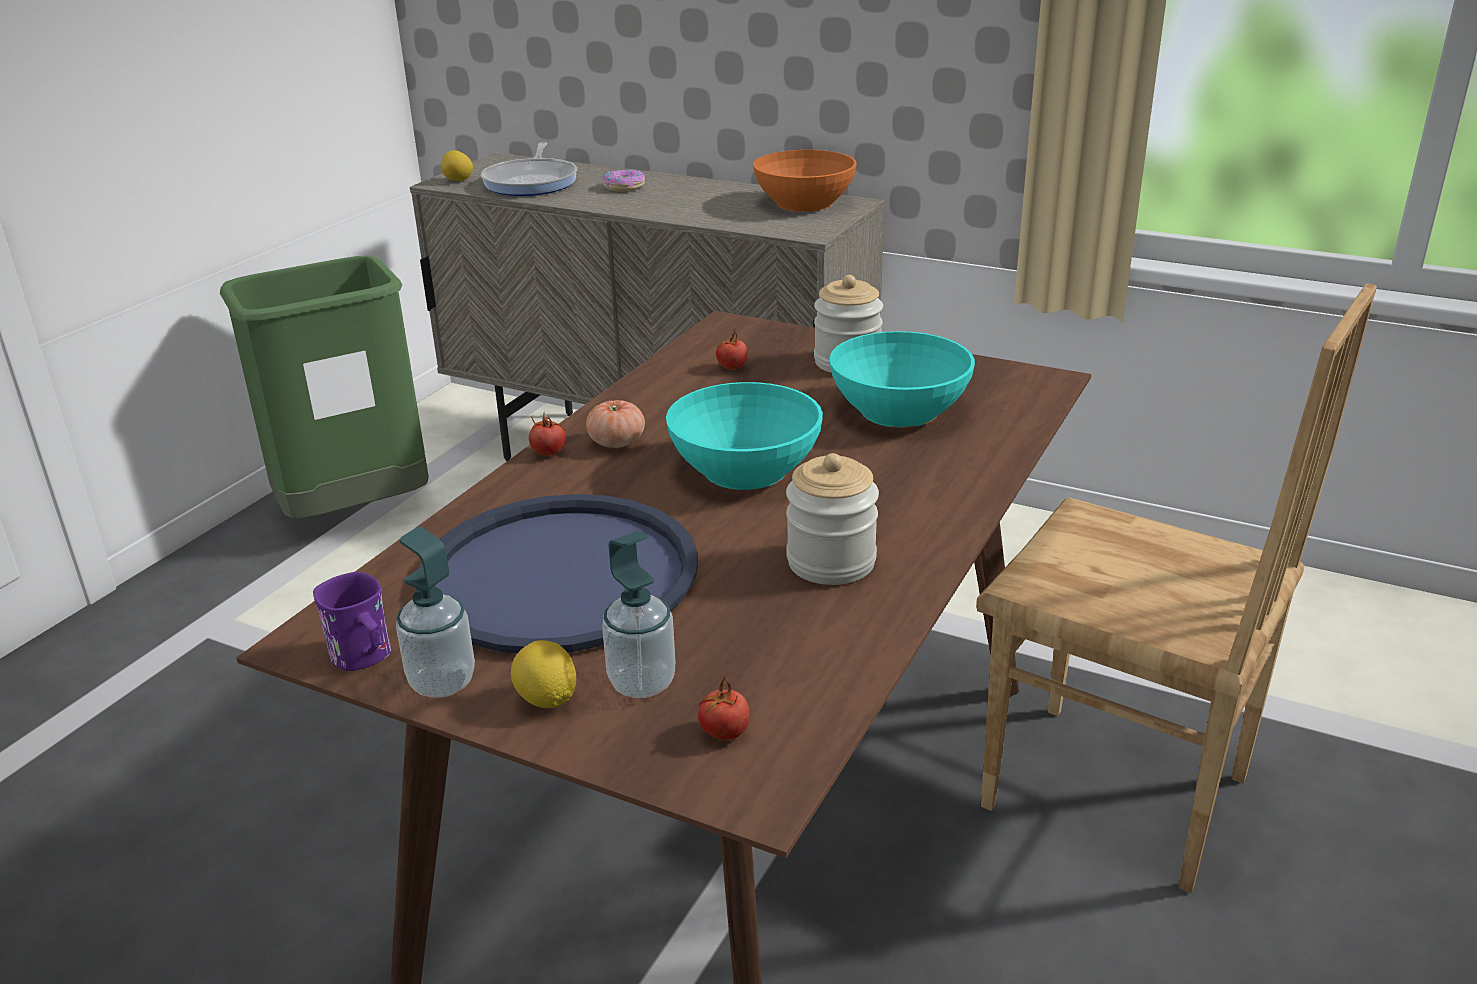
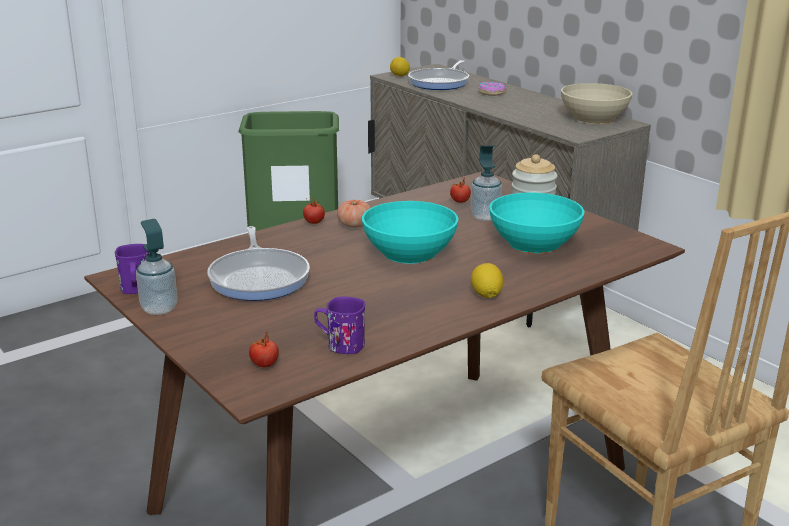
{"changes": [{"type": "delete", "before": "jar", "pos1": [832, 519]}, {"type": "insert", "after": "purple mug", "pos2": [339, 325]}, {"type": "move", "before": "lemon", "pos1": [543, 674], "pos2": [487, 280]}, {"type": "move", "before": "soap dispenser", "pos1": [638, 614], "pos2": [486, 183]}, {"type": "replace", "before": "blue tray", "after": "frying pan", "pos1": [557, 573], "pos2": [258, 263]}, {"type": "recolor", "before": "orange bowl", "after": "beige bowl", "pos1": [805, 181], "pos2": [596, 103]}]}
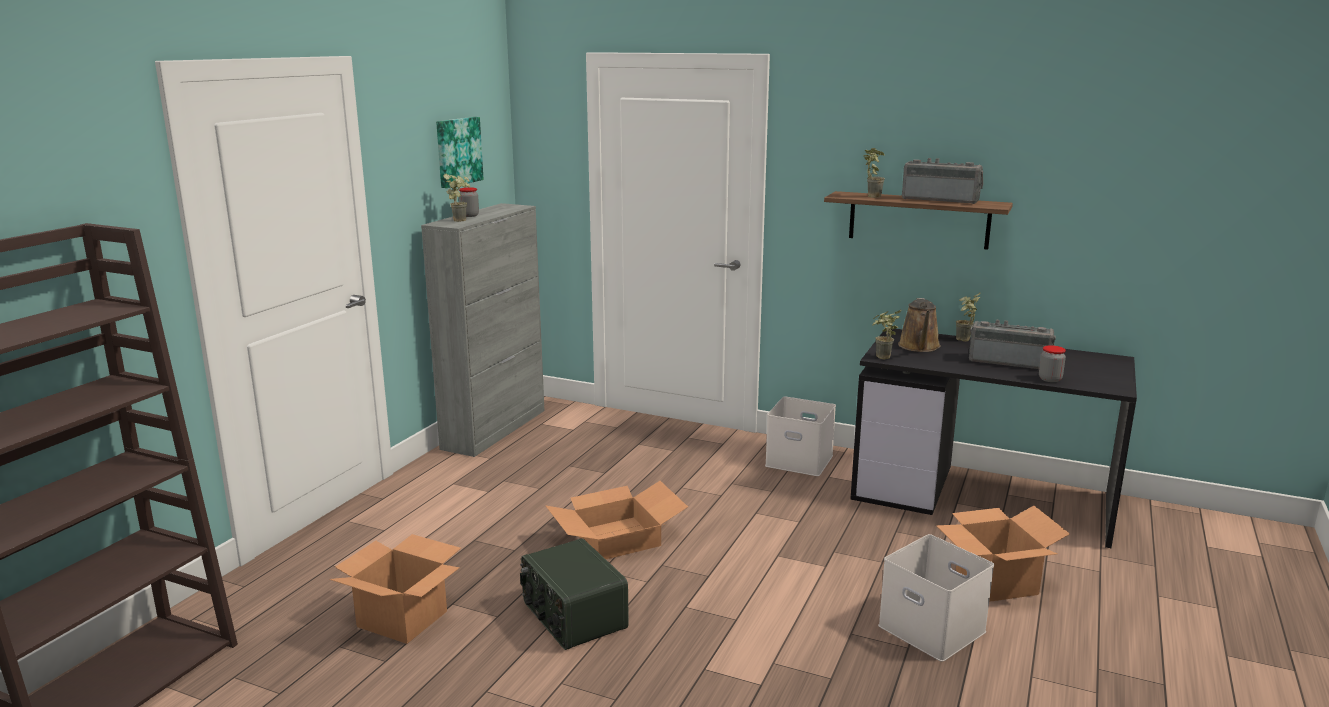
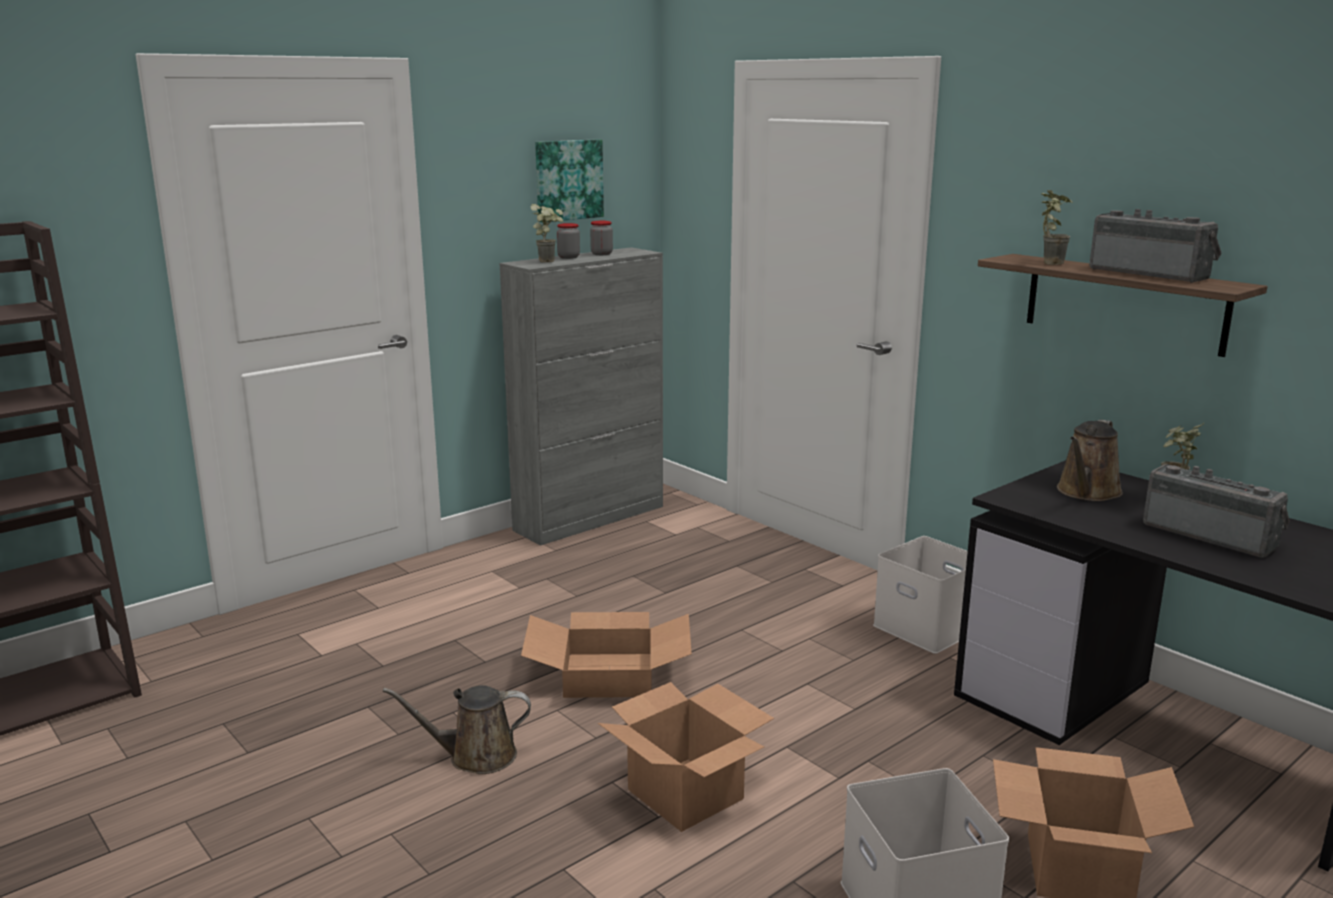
{"changes": [{"type": "delete", "before": "potted plant", "pos1": [887, 334]}, {"type": "move", "before": "cardboard box", "pos1": [395, 589], "pos2": [686, 757]}, {"type": "move", "before": "jar", "pos1": [1052, 363], "pos2": [601, 238]}, {"type": "replace", "before": "radio", "after": "brown watering can", "pos1": [574, 594], "pos2": [457, 729]}]}
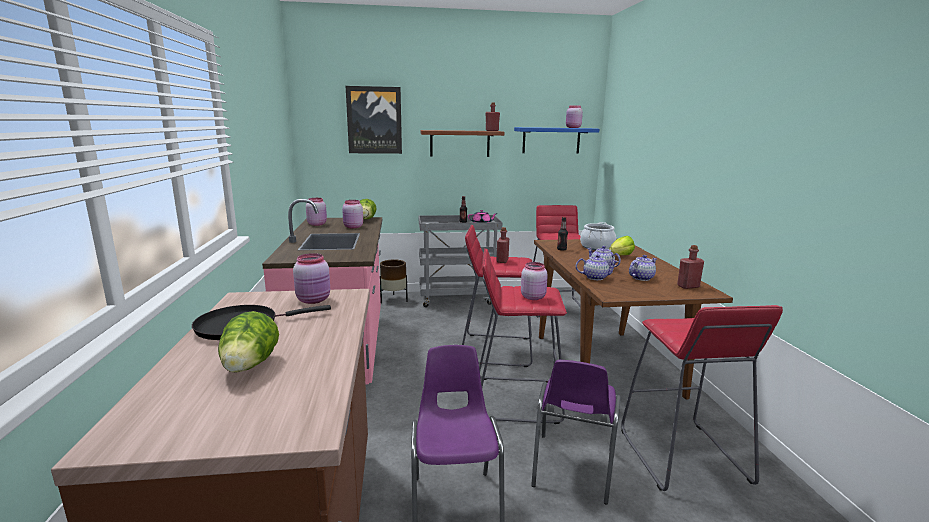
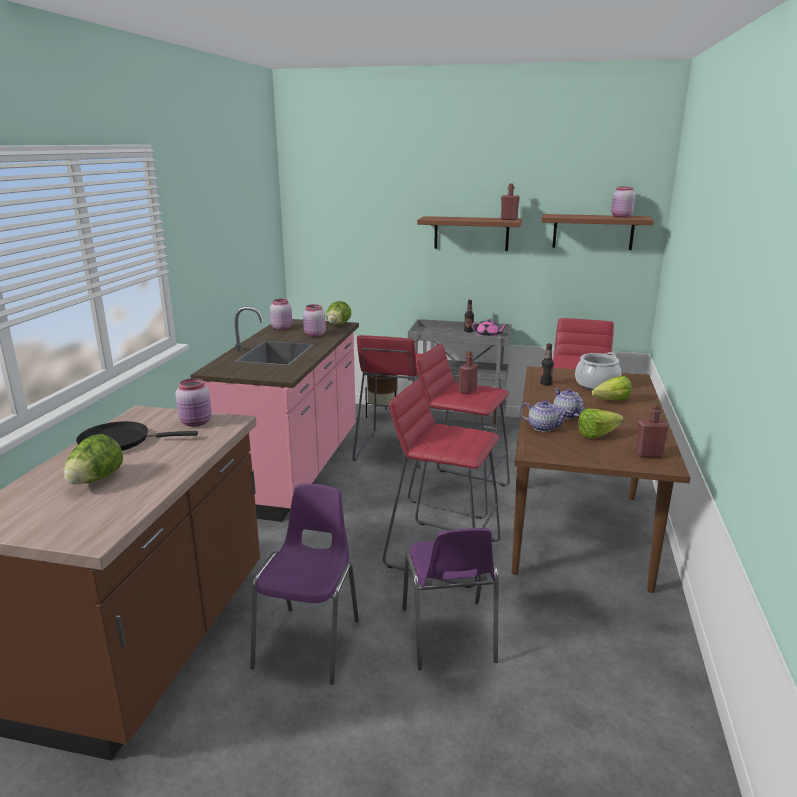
{"changes": [{"type": "delete", "before": "picture", "pos1": [374, 120]}, {"type": "delete", "before": "pink jar", "pos1": [534, 281]}, {"type": "move", "before": "red stool", "pos1": [702, 398], "pos2": [387, 401]}, {"type": "replace", "before": "teapot", "after": "lettuce", "pos1": [643, 268], "pos2": [601, 423]}, {"type": "recolor", "before": "blue shelf", "after": "brown shelf", "pos1": [556, 140], "pos2": [598, 232]}, {"type": "rotate", "before": "purple chair", "pos1": [576, 432], "pos2": [450, 599], "turn": -45}]}
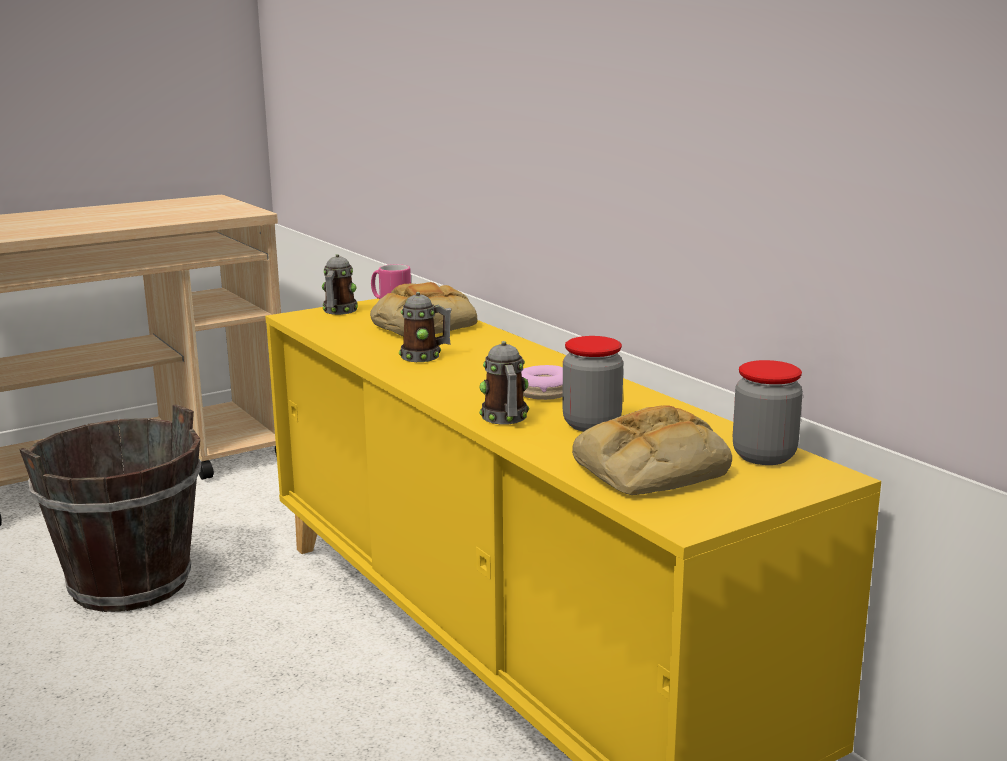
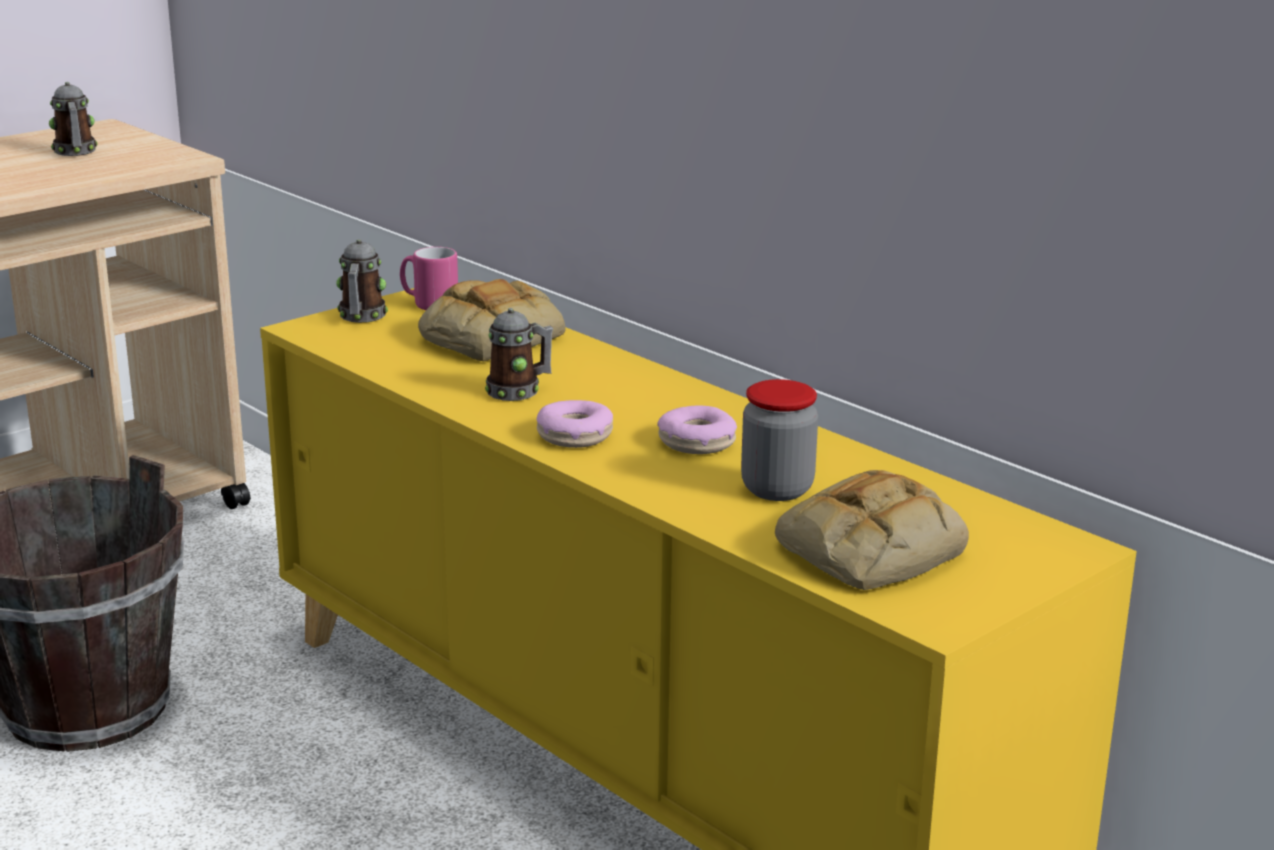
{"changes": [{"type": "delete", "before": "jar", "pos1": [768, 412]}, {"type": "insert", "after": "donut", "pos2": [575, 424]}, {"type": "move", "before": "mug", "pos1": [504, 383], "pos2": [73, 119]}]}
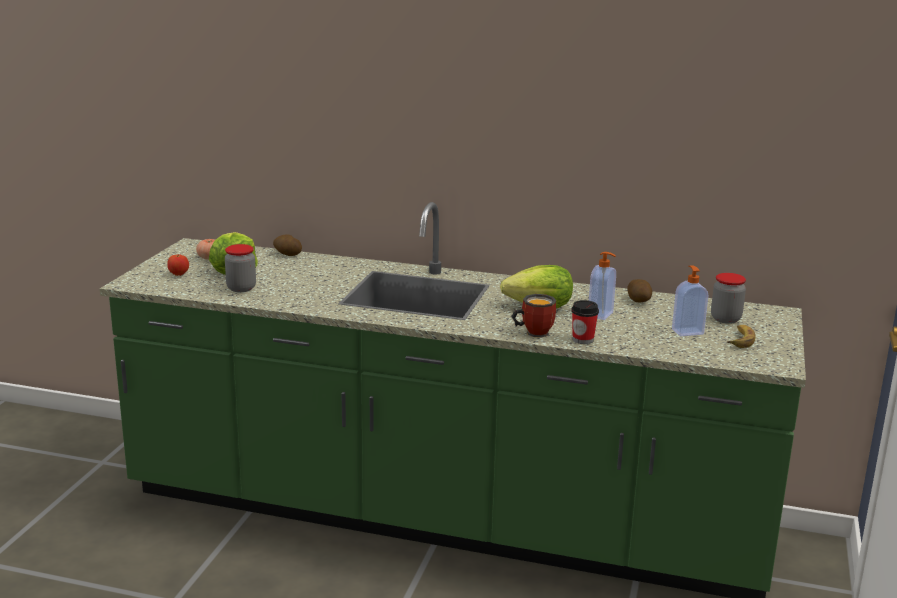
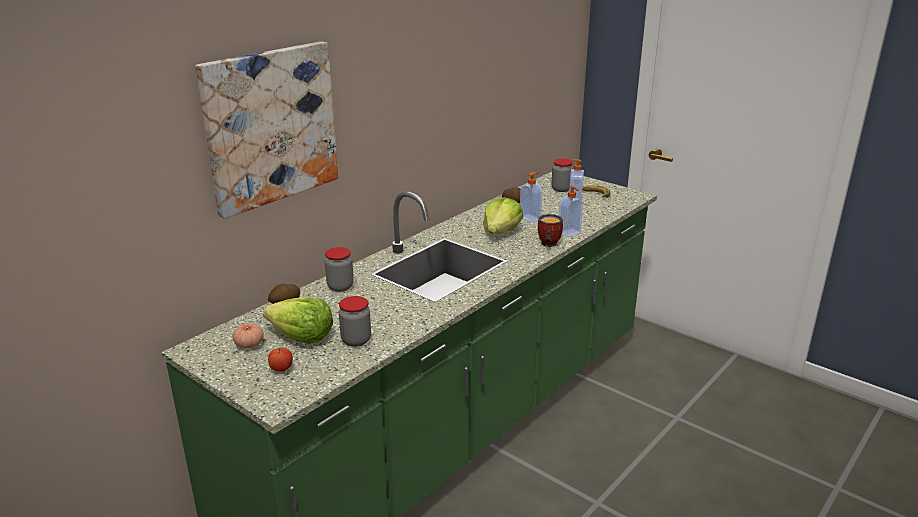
{"changes": [{"type": "insert", "after": "picture", "pos2": [267, 130]}, {"type": "insert", "after": "jar", "pos2": [339, 269]}, {"type": "replace", "before": "cup", "after": "soap dispenser", "pos1": [585, 322], "pos2": [571, 211]}]}
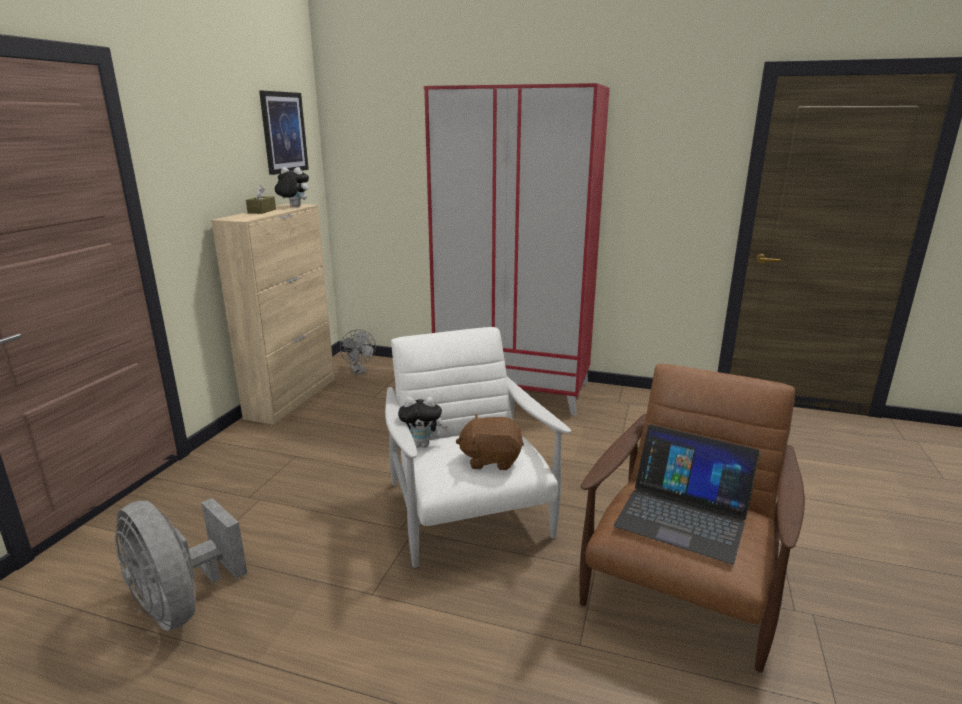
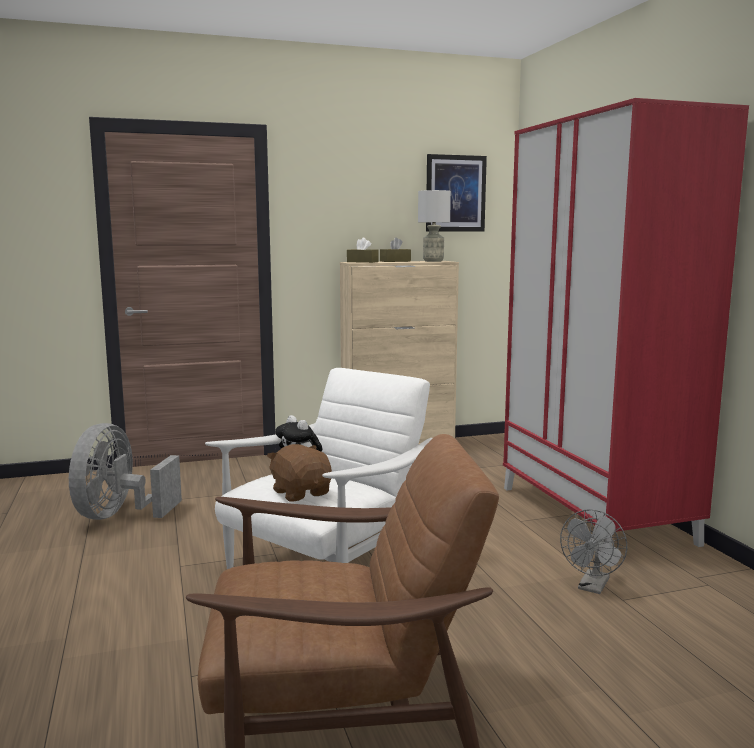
{"changes": [{"type": "delete", "before": "laptop", "pos1": [687, 494]}, {"type": "insert", "after": "brown tissue box", "pos2": [362, 250]}, {"type": "move", "before": "grey fan", "pos1": [358, 352], "pos2": [593, 551]}, {"type": "replace", "before": "plush toy", "after": "grey table lamp", "pos1": [292, 187], "pos2": [434, 226]}]}
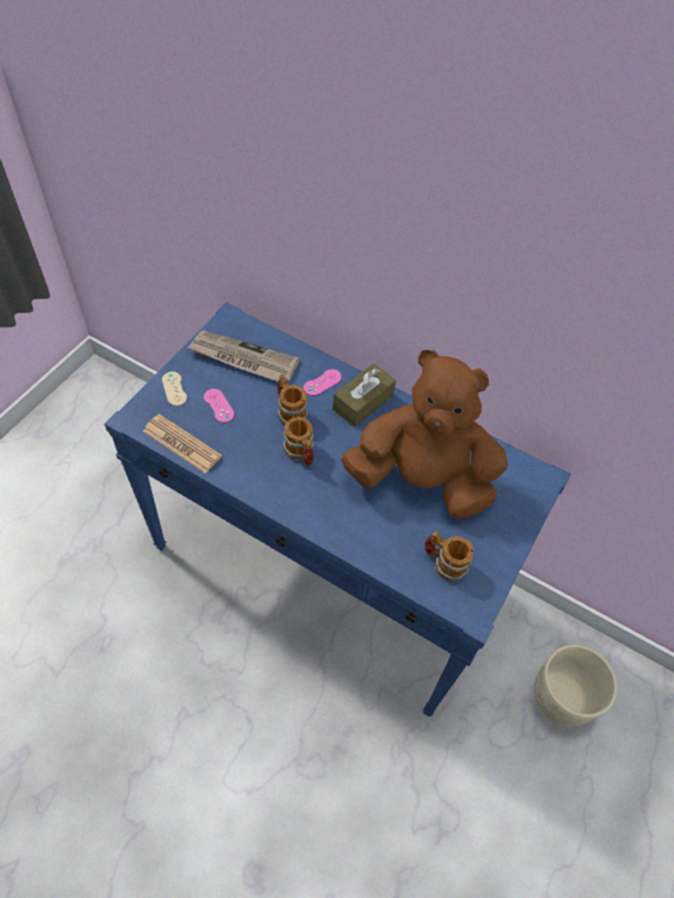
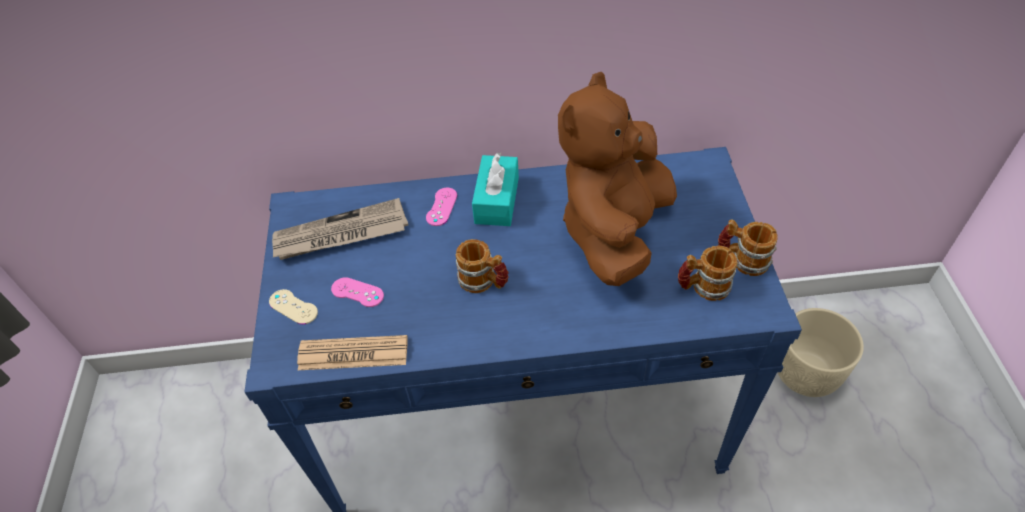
{"changes": [{"type": "move", "before": "mug", "pos1": [293, 400], "pos2": [748, 247]}, {"type": "recolor", "before": "brown tissue box", "after": "turquoise tissue box", "pos1": [364, 395], "pos2": [495, 189]}, {"type": "rotate", "before": "brown plush toy", "pos1": [424, 434], "pos2": [617, 179], "turn": -45}]}
